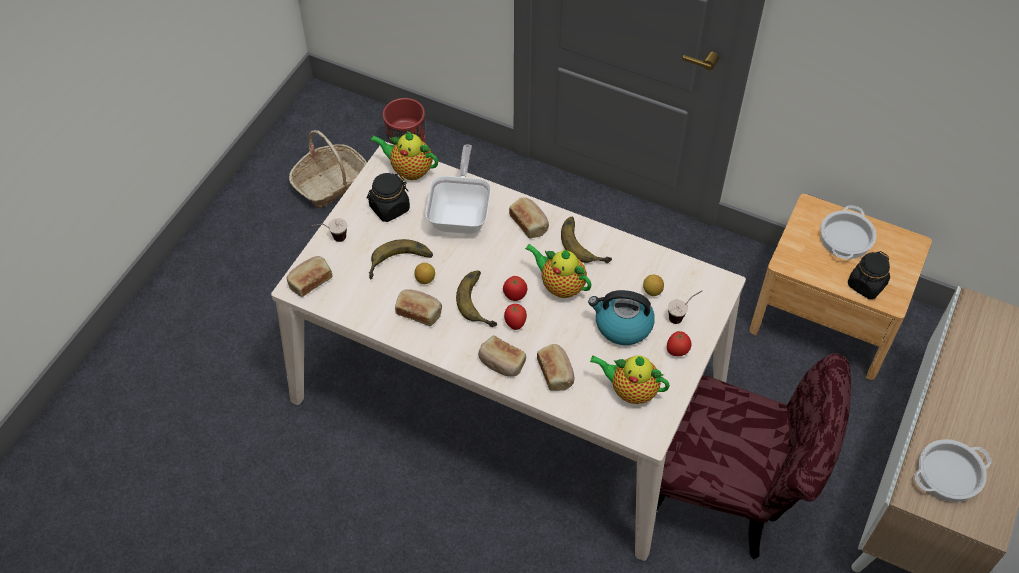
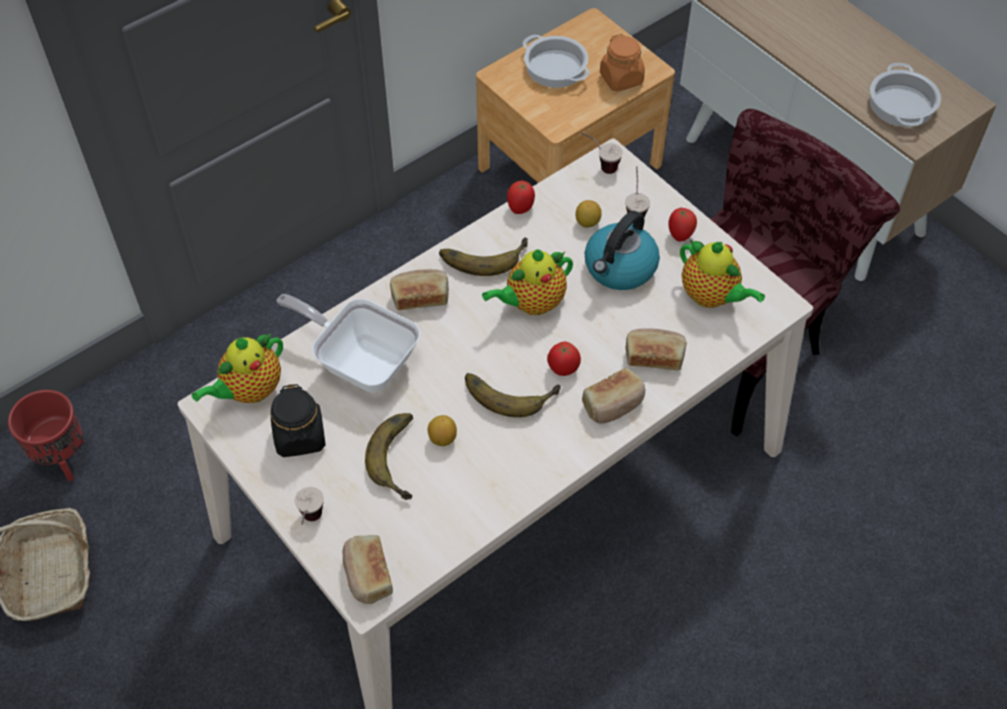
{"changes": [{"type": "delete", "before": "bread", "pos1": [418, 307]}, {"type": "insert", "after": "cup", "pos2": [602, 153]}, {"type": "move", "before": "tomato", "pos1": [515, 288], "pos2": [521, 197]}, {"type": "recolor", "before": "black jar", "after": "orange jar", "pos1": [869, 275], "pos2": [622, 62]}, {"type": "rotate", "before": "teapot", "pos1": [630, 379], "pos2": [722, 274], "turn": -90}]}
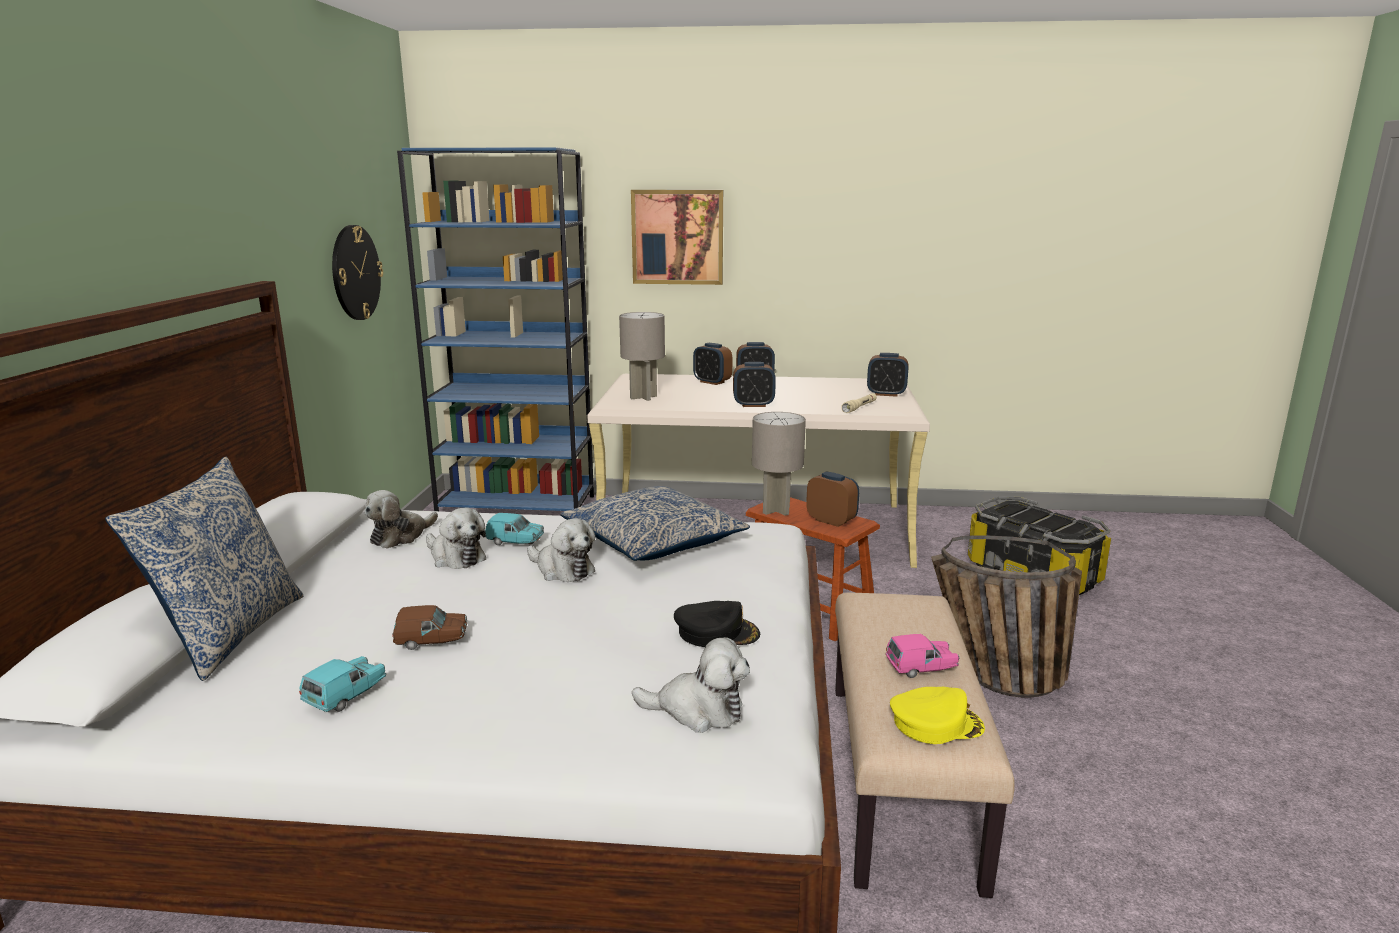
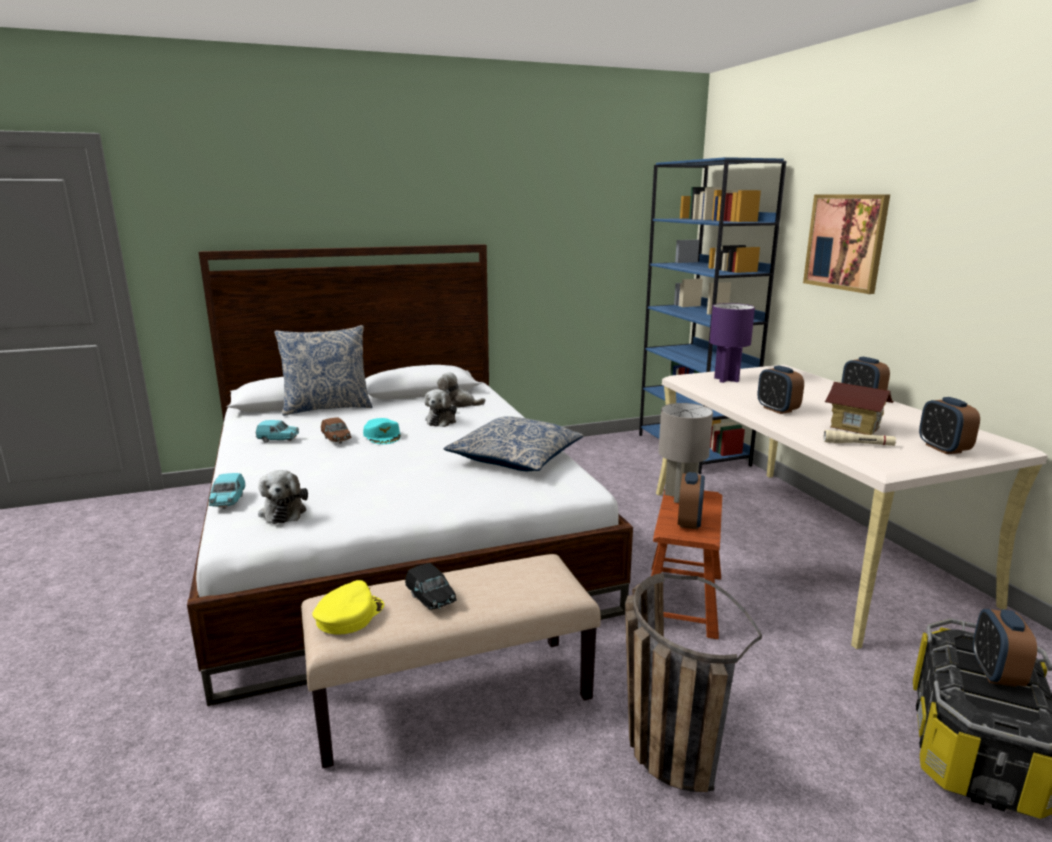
{"changes": [{"type": "delete", "before": "wall clock", "pos1": [357, 272]}, {"type": "delete", "before": "plush toy", "pos1": [561, 550]}, {"type": "delete", "before": "black cap", "pos1": [717, 624]}, {"type": "insert", "after": "turquoise cap", "pos2": [382, 431]}, {"type": "insert", "after": "toy house", "pos2": [859, 408]}, {"type": "move", "before": "turquoise toy car", "pos1": [514, 529], "pos2": [227, 491]}, {"type": "move", "before": "alarm clock", "pos1": [712, 364], "pos2": [1005, 648]}, {"type": "recolor", "before": "grey table lamp", "after": "purple table lamp", "pos1": [642, 356], "pos2": [732, 343]}, {"type": "recolor", "before": "pink toy car", "after": "black toy car", "pos1": [922, 656], "pos2": [431, 586]}, {"type": "rotate", "before": "yellow cap", "pos1": [937, 715], "pos2": [348, 607], "turn": -120}]}
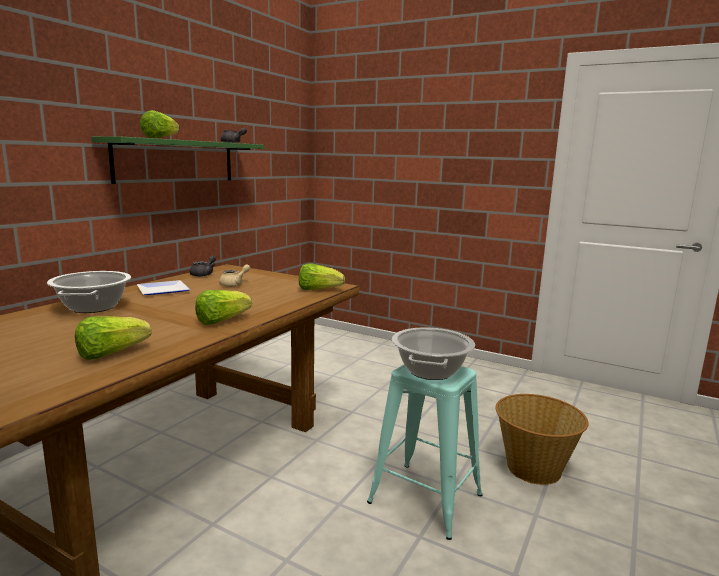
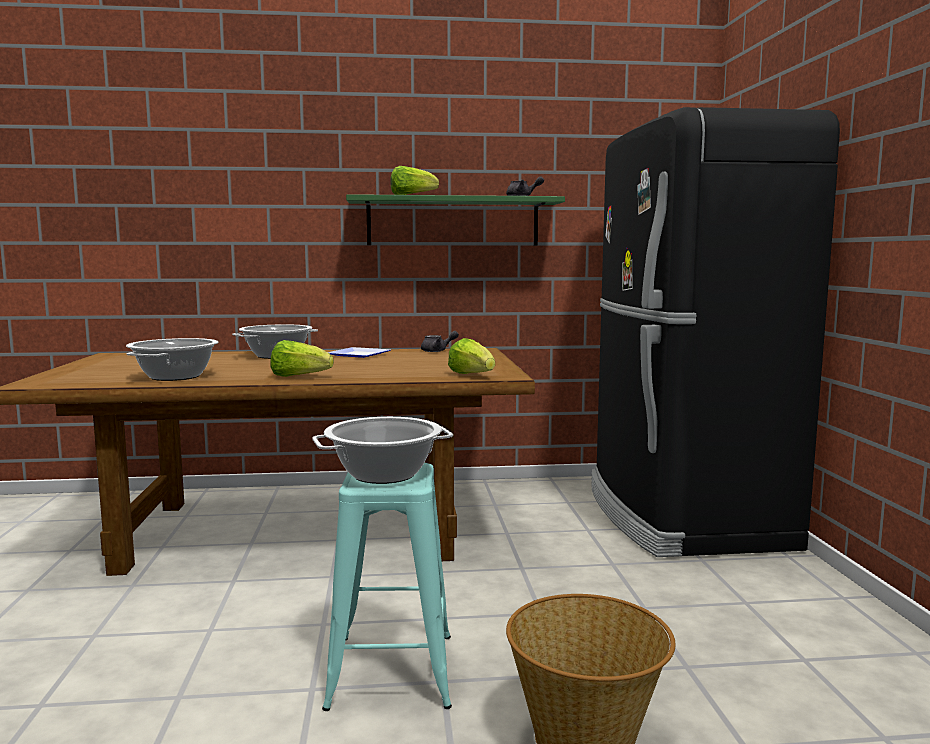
{"changes": [{"type": "delete", "before": "beige teapot", "pos1": [234, 275]}, {"type": "insert", "after": "black fridge", "pos2": [715, 332]}, {"type": "replace", "before": "lettuce", "after": "cooking pot", "pos1": [113, 338], "pos2": [172, 359]}]}
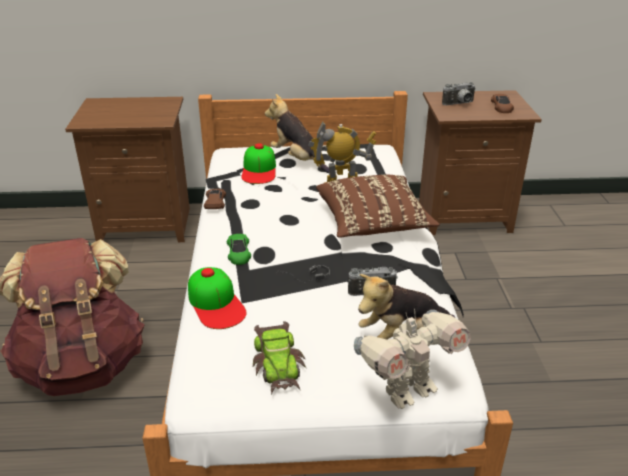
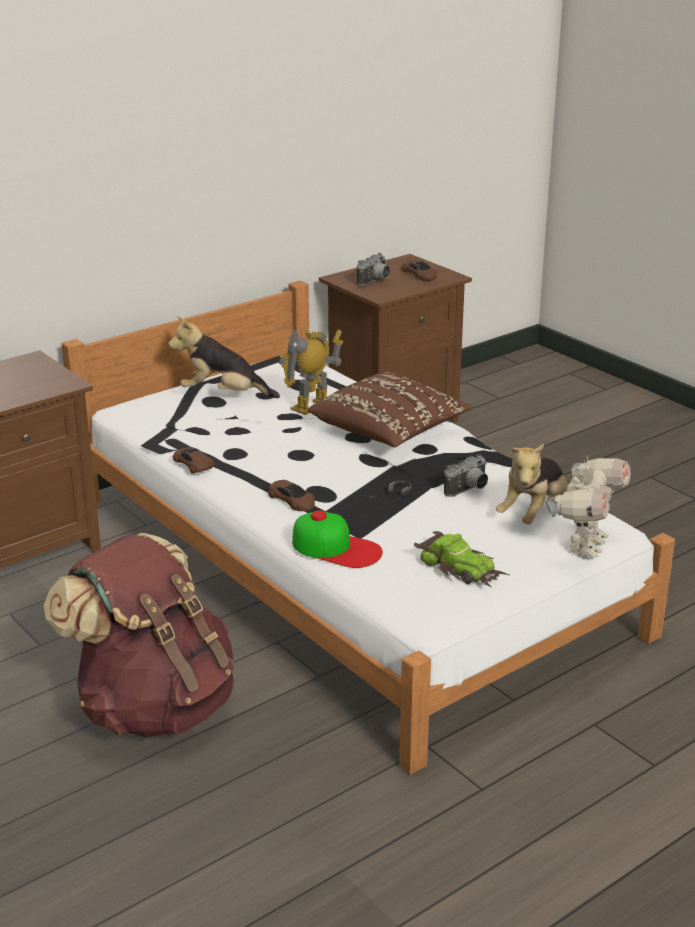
{"changes": [{"type": "delete", "before": "cap", "pos1": [259, 163]}, {"type": "recolor", "before": "green toy car", "after": "brown toy car", "pos1": [239, 249], "pos2": [291, 495]}]}
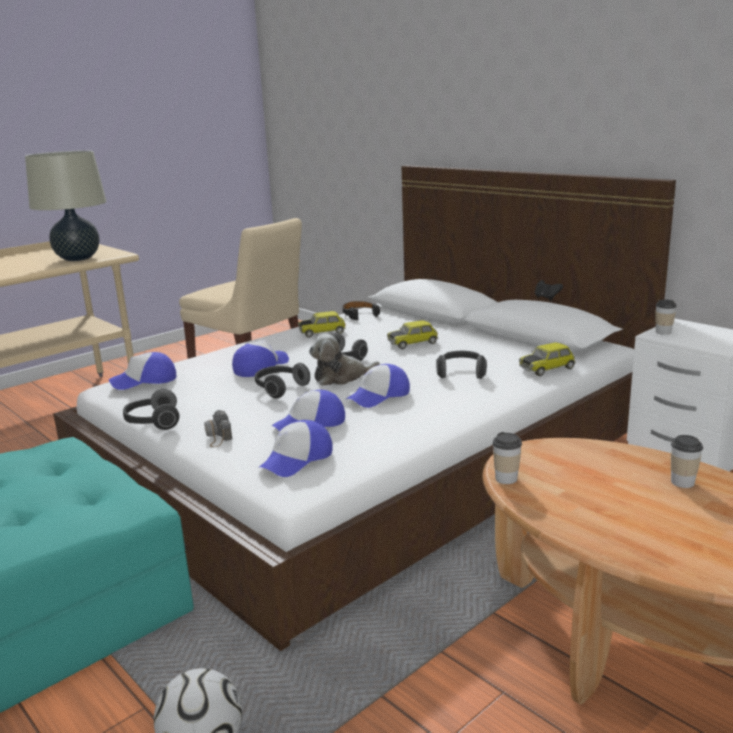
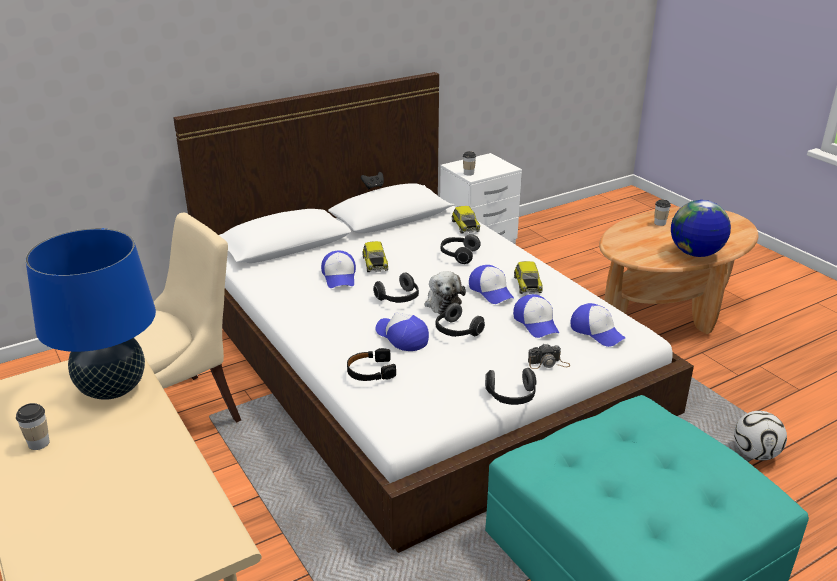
{"changes": [{"type": "insert", "after": "globe", "pos2": [701, 228]}, {"type": "move", "before": "cap", "pos1": [142, 371], "pos2": [338, 269]}, {"type": "move", "before": "toy car", "pos1": [322, 324], "pos2": [528, 277]}, {"type": "move", "before": "black headphones", "pos1": [361, 310], "pos2": [371, 364]}, {"type": "move", "before": "cup", "pos1": [507, 458], "pos2": [33, 426]}, {"type": "recolor", "before": "beige table lamp", "after": "blue table lamp", "pos1": [66, 205], "pos2": [91, 314]}]}
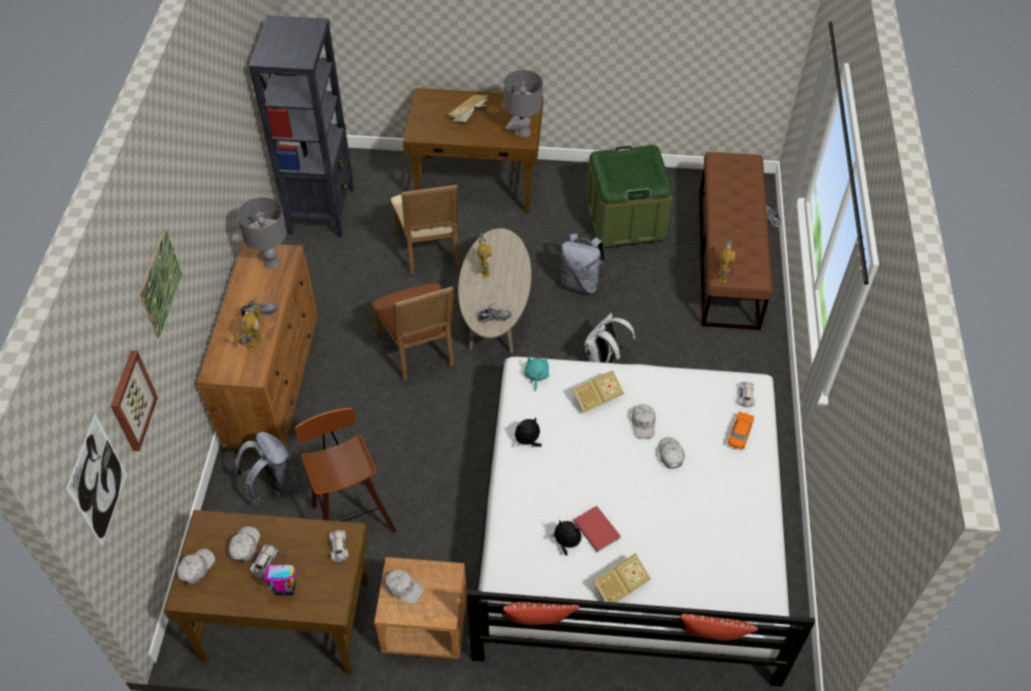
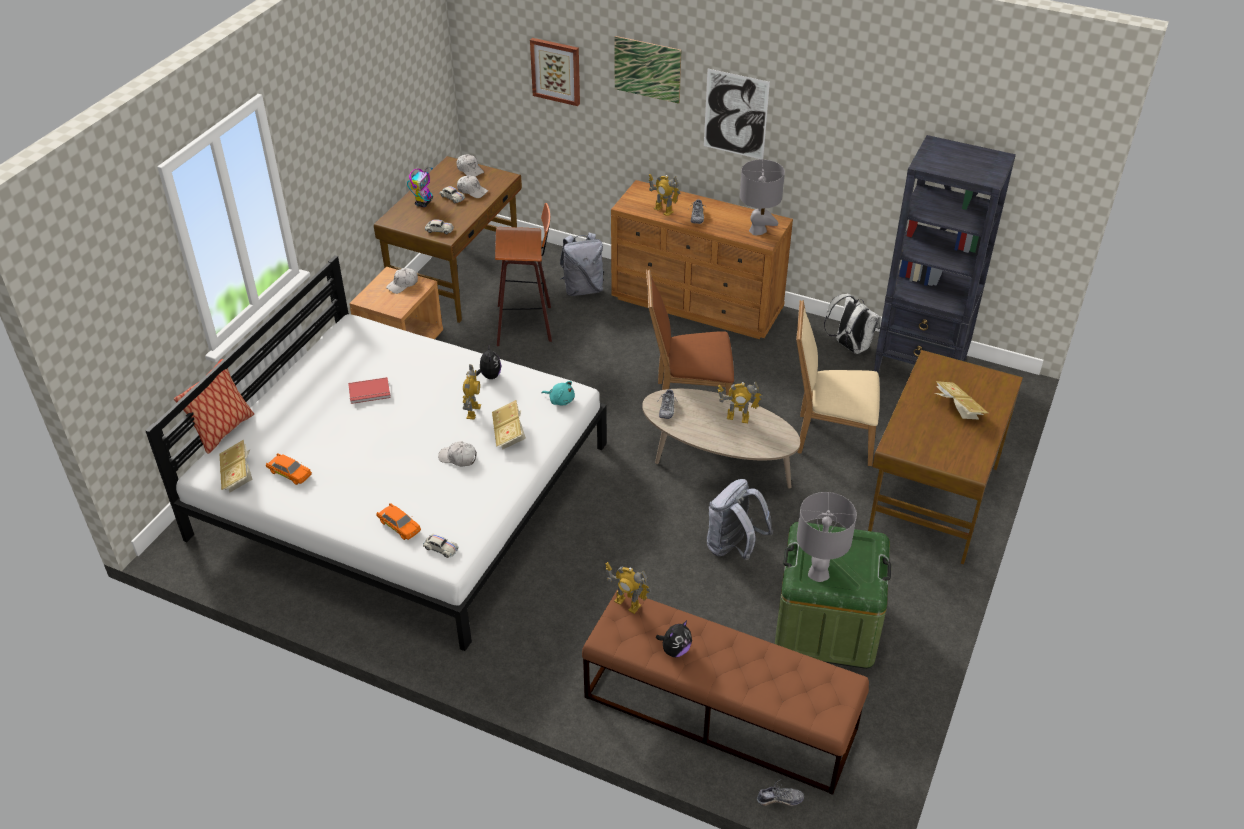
{"changes": [{"type": "delete", "before": "pillow", "pos1": [540, 610]}, {"type": "delete", "before": "white cap", "pos1": [671, 452]}, {"type": "insert", "after": "orange toy car", "pos2": [289, 469]}, {"type": "insert", "after": "toy robot", "pos2": [472, 392]}, {"type": "move", "before": "picture", "pos1": [96, 480], "pos2": [737, 114]}, {"type": "move", "before": "grey table lamp", "pos1": [523, 103], "pos2": [827, 537]}, {"type": "move", "before": "plush toy", "pos1": [566, 538], "pos2": [674, 638]}, {"type": "move", "before": "white backpack", "pos1": [610, 338], "pos2": [852, 323]}, {"type": "move", "before": "book", "pos1": [622, 577], "pos2": [236, 466]}]}
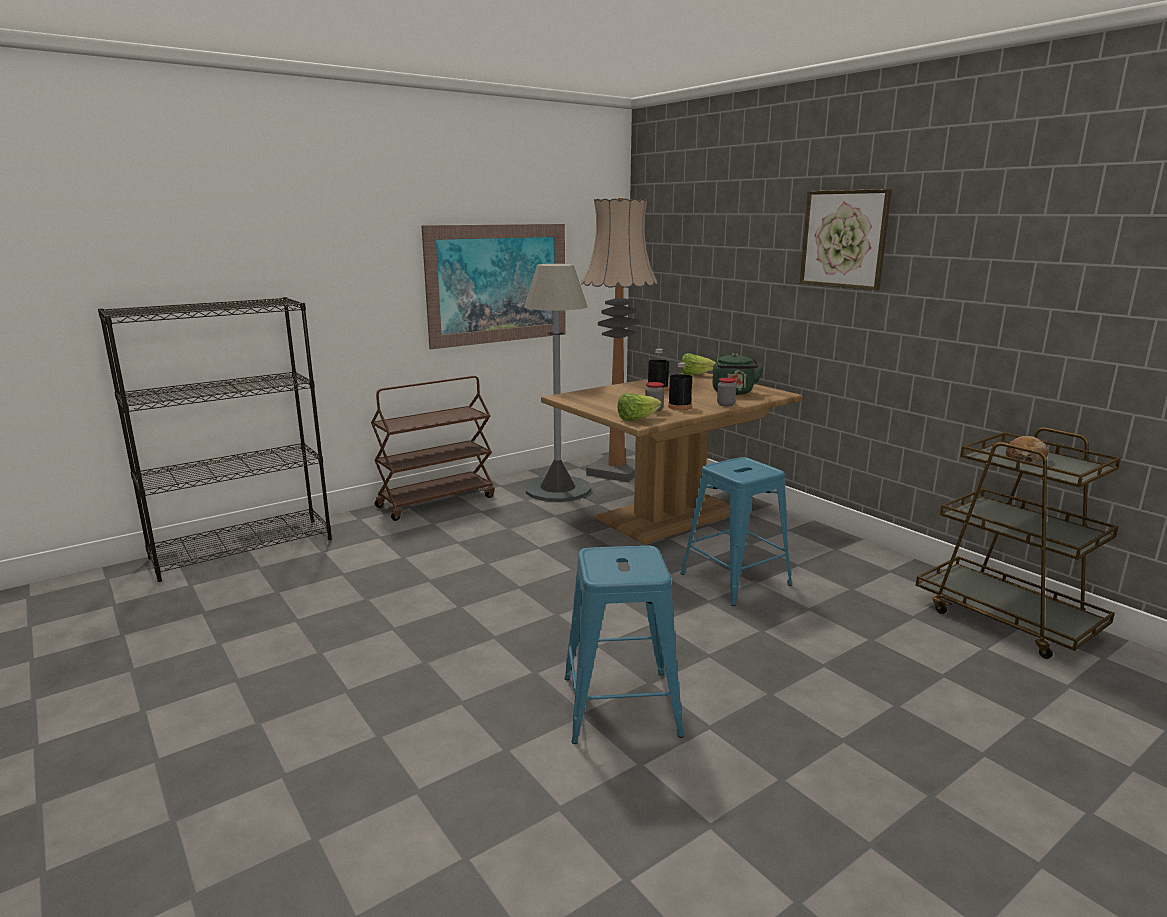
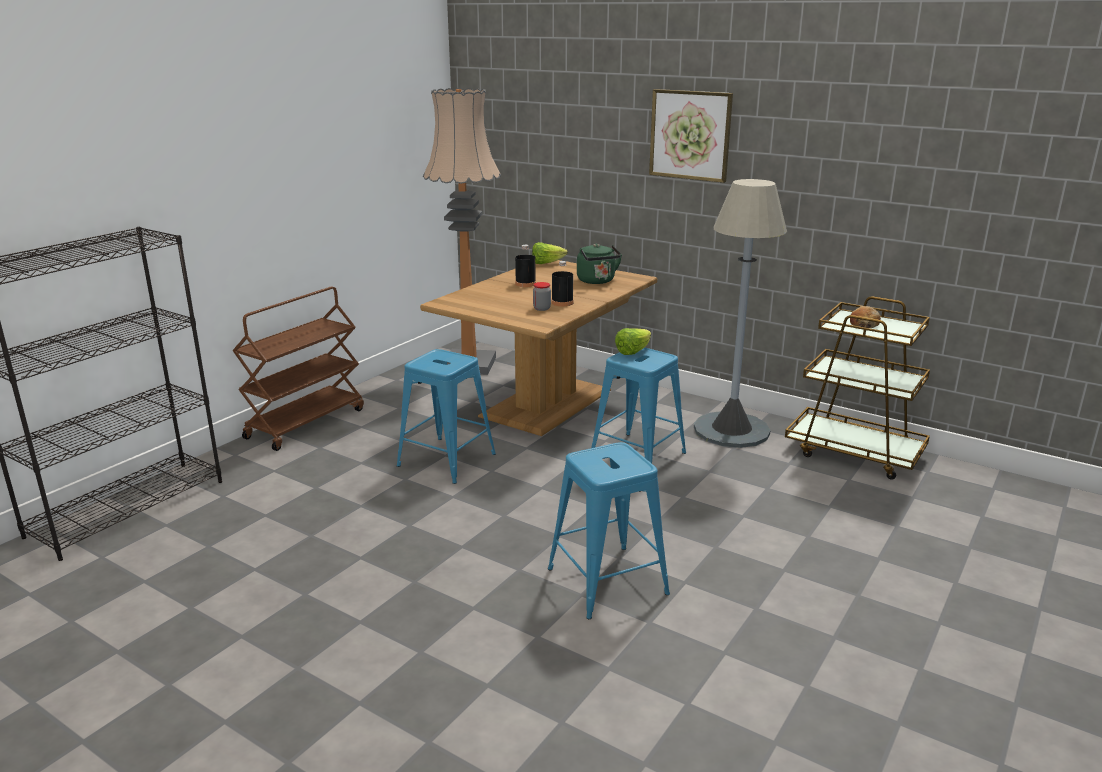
{"changes": [{"type": "delete", "before": "picture", "pos1": [494, 286]}, {"type": "delete", "before": "jar", "pos1": [726, 392]}, {"type": "insert", "after": "blue stool", "pos2": [446, 416]}, {"type": "move", "before": "grey floor lamp", "pos1": [557, 383], "pos2": [740, 313]}, {"type": "move", "before": "lettuce", "pos1": [639, 407], "pos2": [633, 341]}]}
